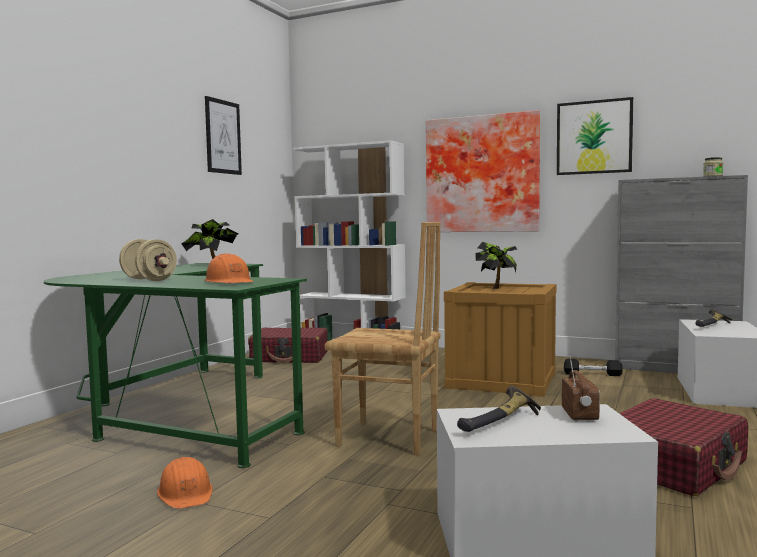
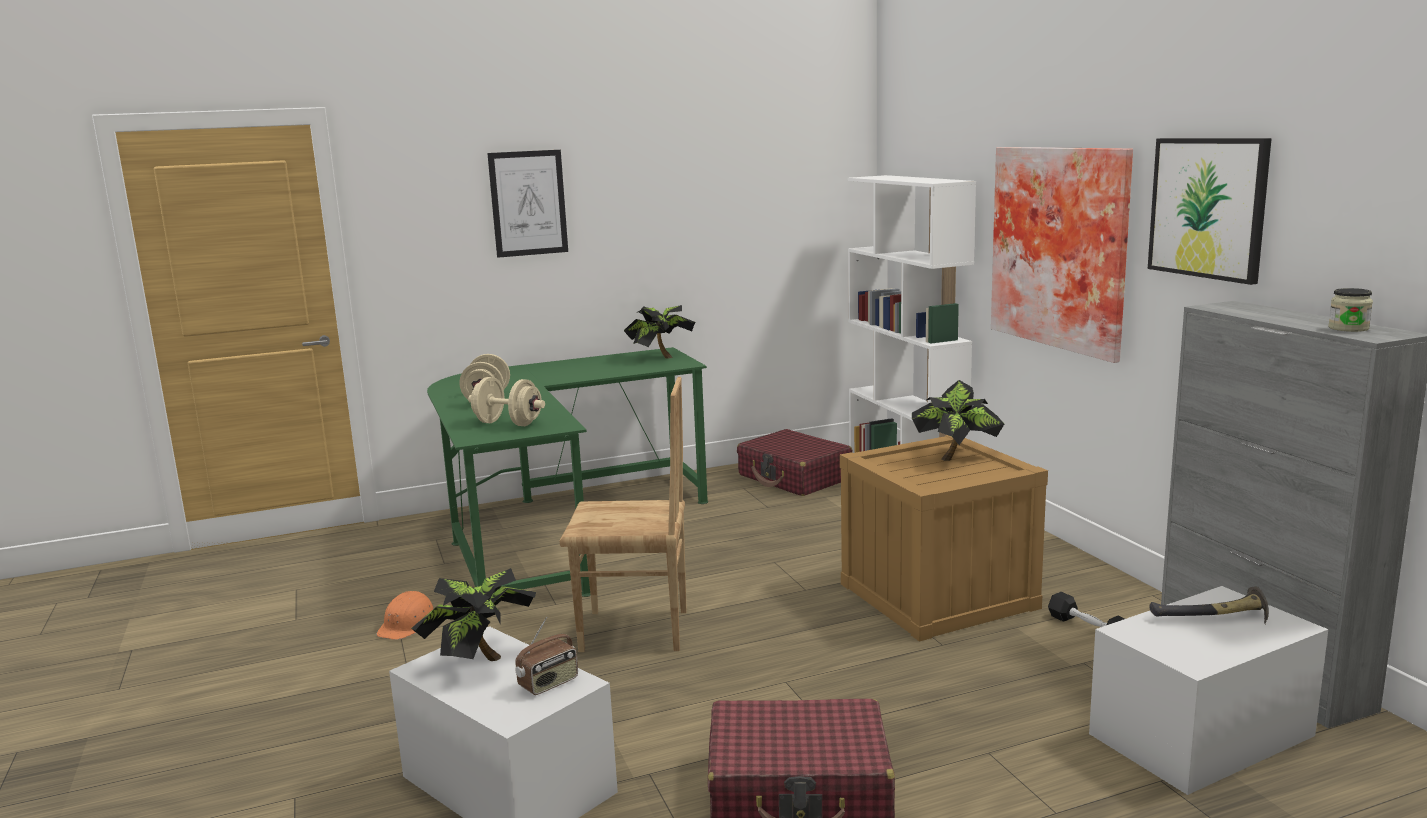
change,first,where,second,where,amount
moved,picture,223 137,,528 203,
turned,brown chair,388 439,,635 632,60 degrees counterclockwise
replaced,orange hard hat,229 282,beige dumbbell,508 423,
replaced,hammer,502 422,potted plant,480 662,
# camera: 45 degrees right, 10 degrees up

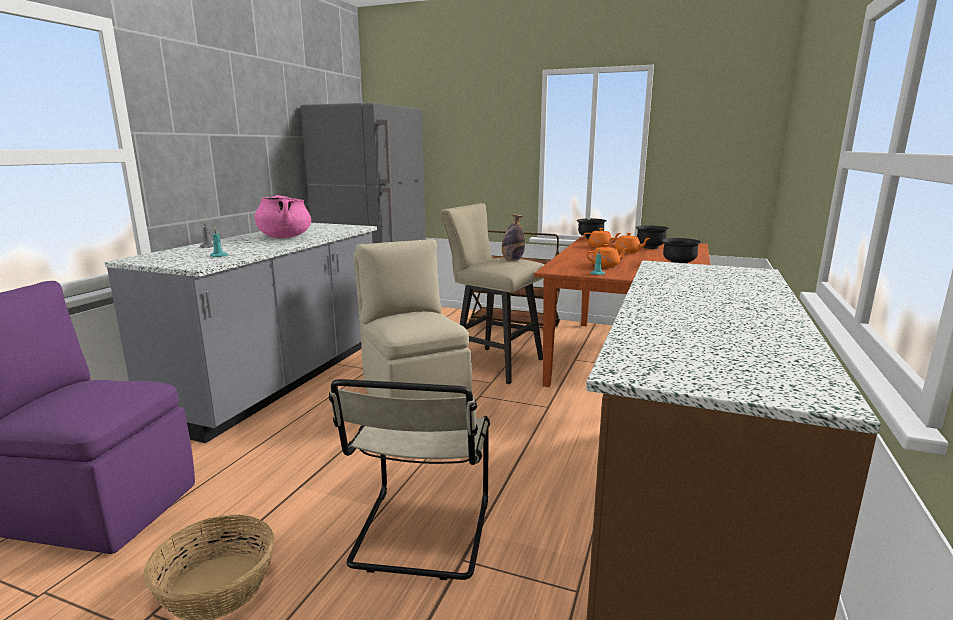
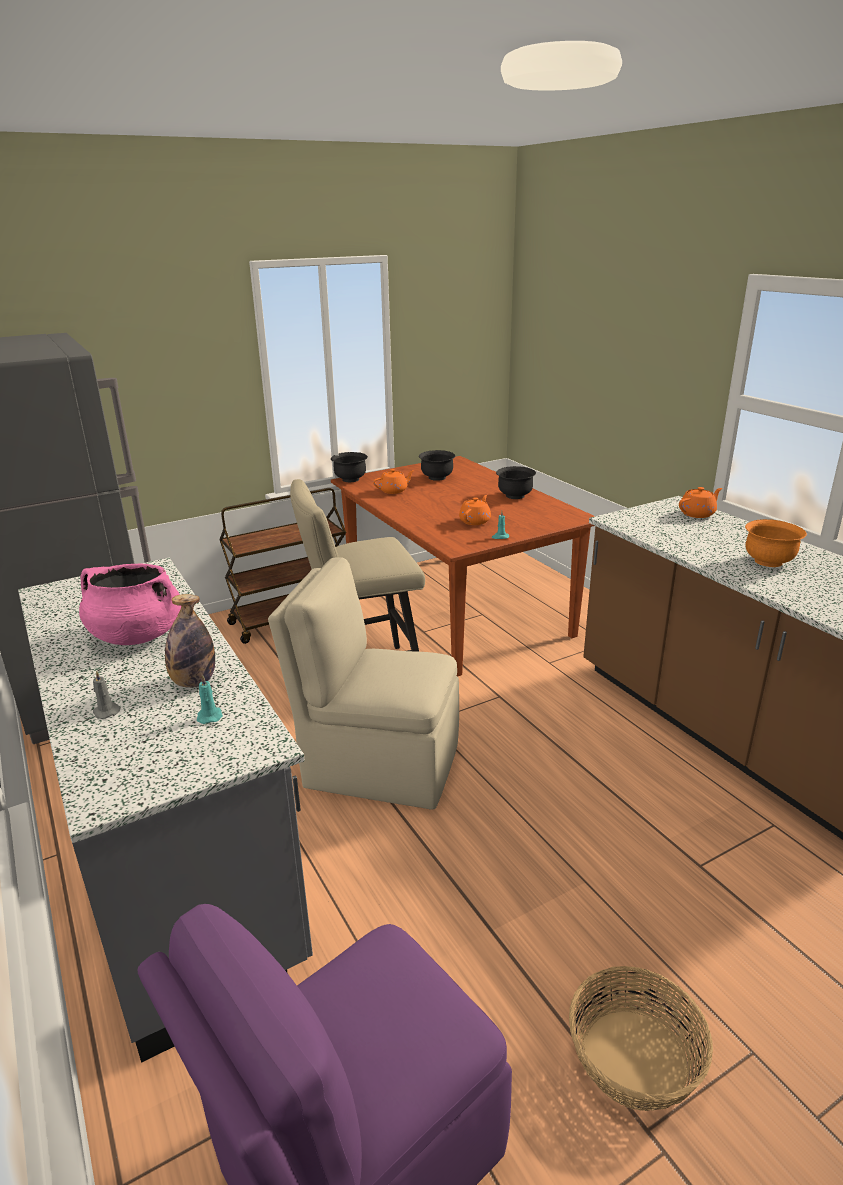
change,first,where,second,where,amount
moved,bottle,512 259,,194 682,
moved,orange teapot,628 252,,697 514,
removed,beige chair,420 535,,,
added,,,orange bowl,769 562,
# camera: 50 degrees left, 10 degrees up

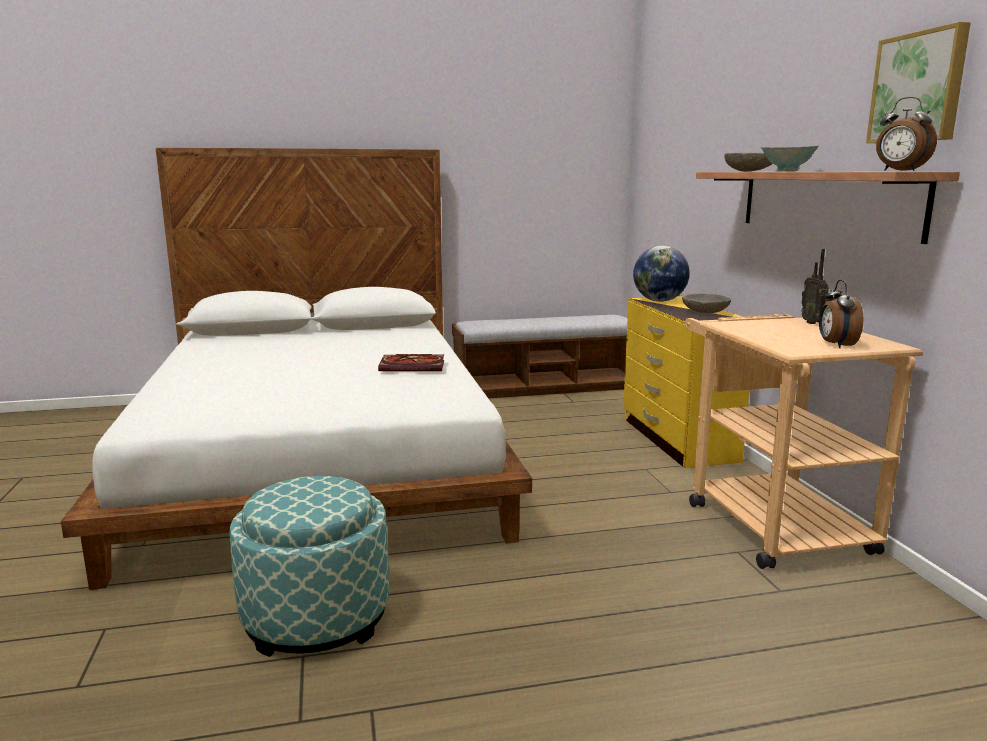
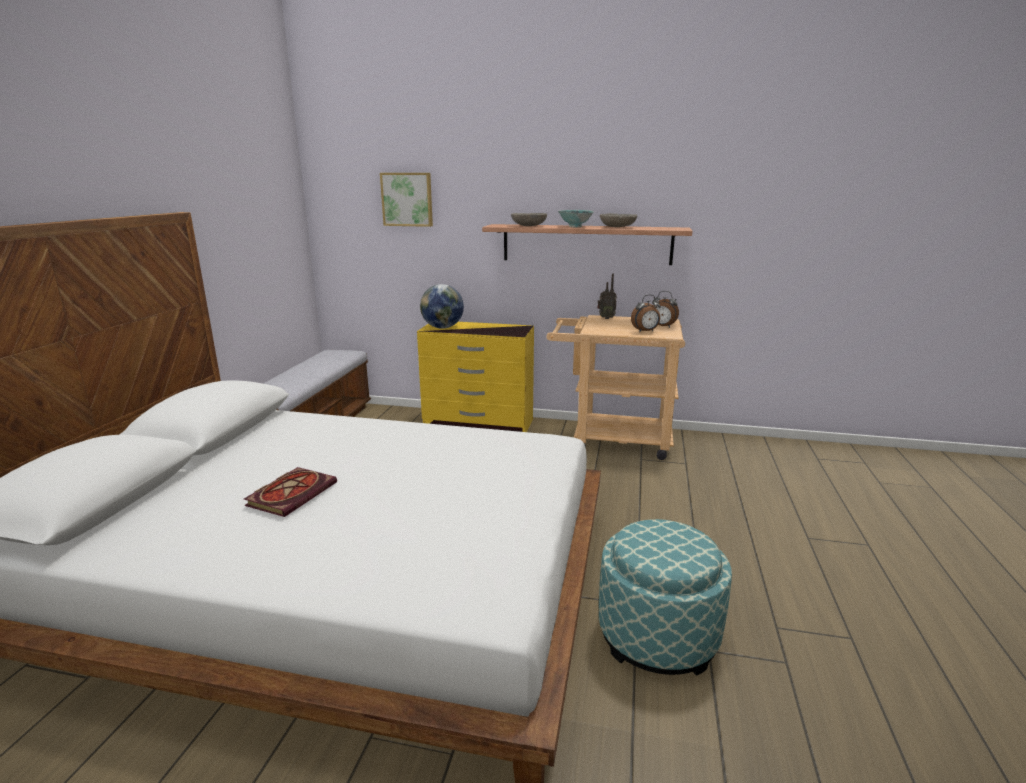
change,first,where,second,where,amount
moved,picture,919 87,,407 199,
moved,alarm clock,899 170,,645 331,
moved,grey bowl,705 312,,617 227,
moved,book,414 366,,292 493,
# camera: 65 degrees left, 5 degrees up

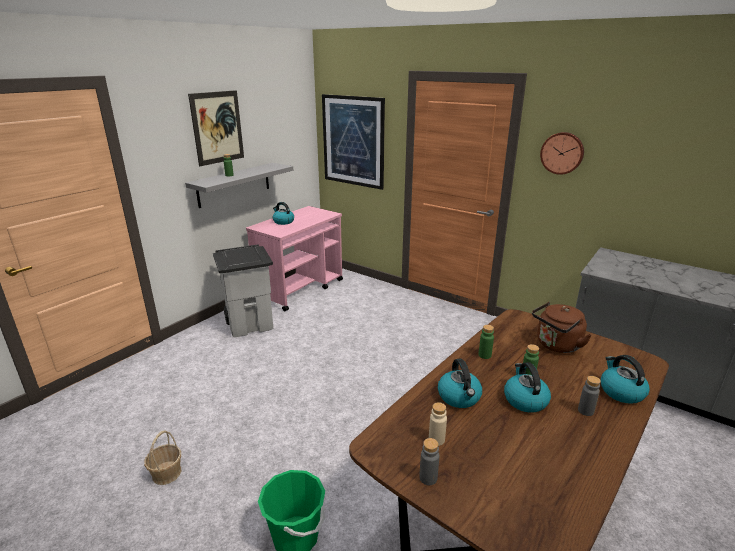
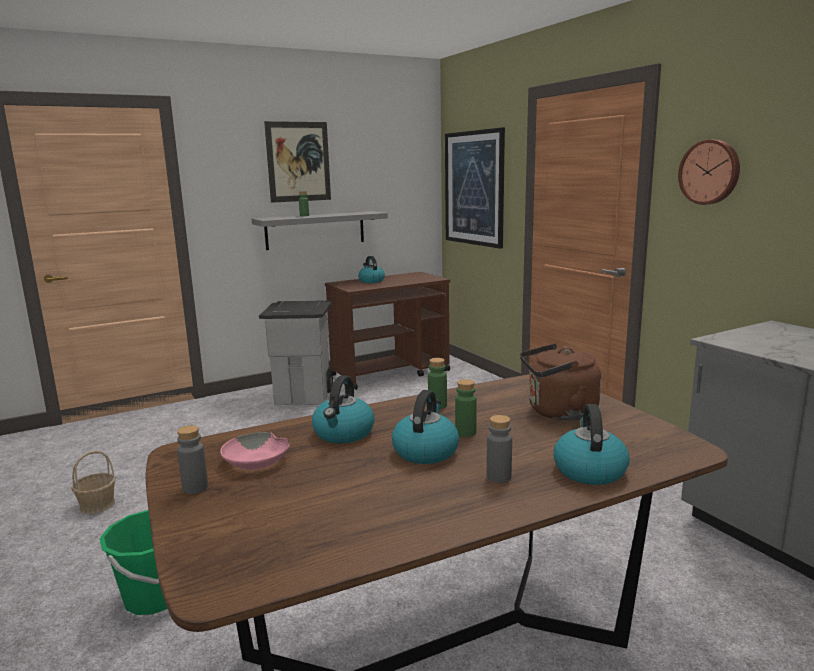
change,first,where,second,where,amount
recoloured,pink cart,300 289,brown cart,391 373,
replaced,beige bottle,436 439,pink bowl,257 461,
# camera: 25 degrees right, 10 degrees down

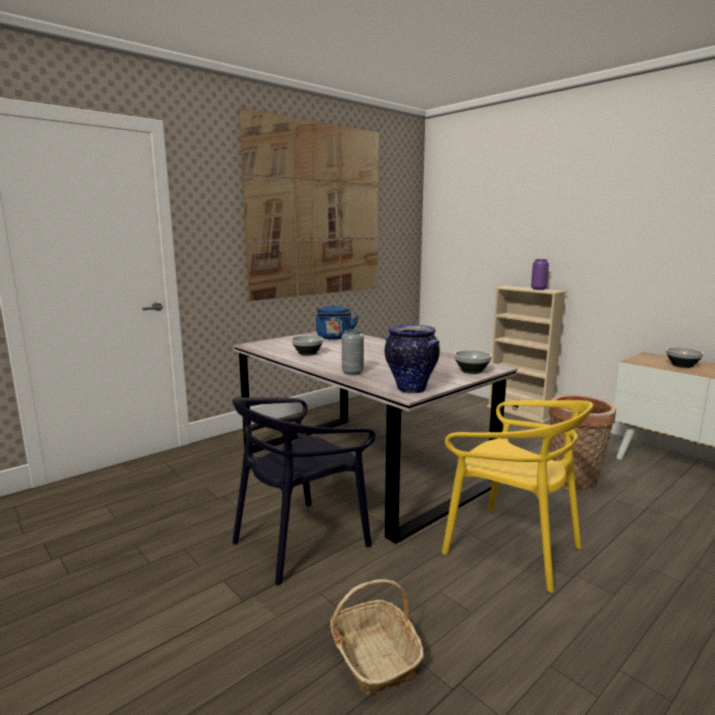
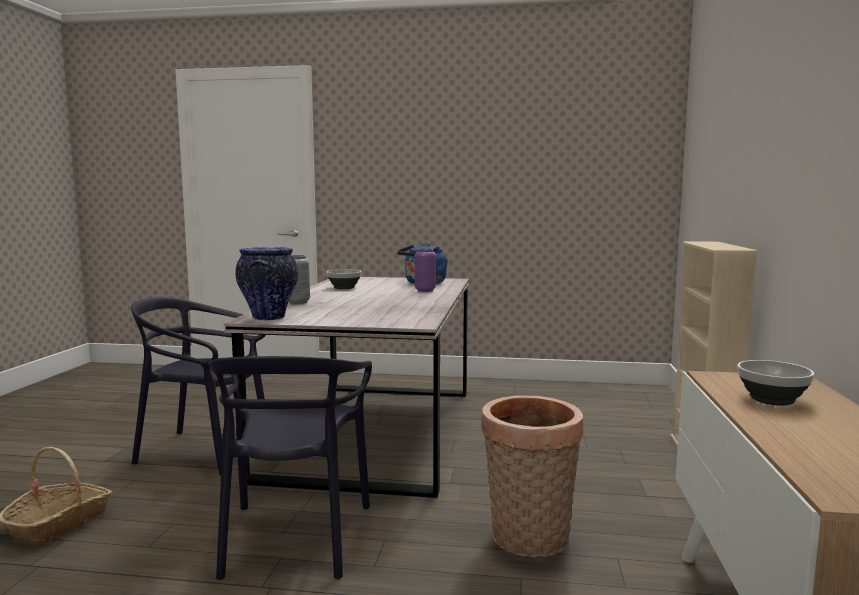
change,first,where,second,where,amount
removed,picture,317 211,,,
moved,purple vase,538 289,,425 290,
removed,bowl,471 371,,,
recoloured,yellow chair,511 547,black chair,294 538,
# camera: 50 degrees right, 5 degrees down

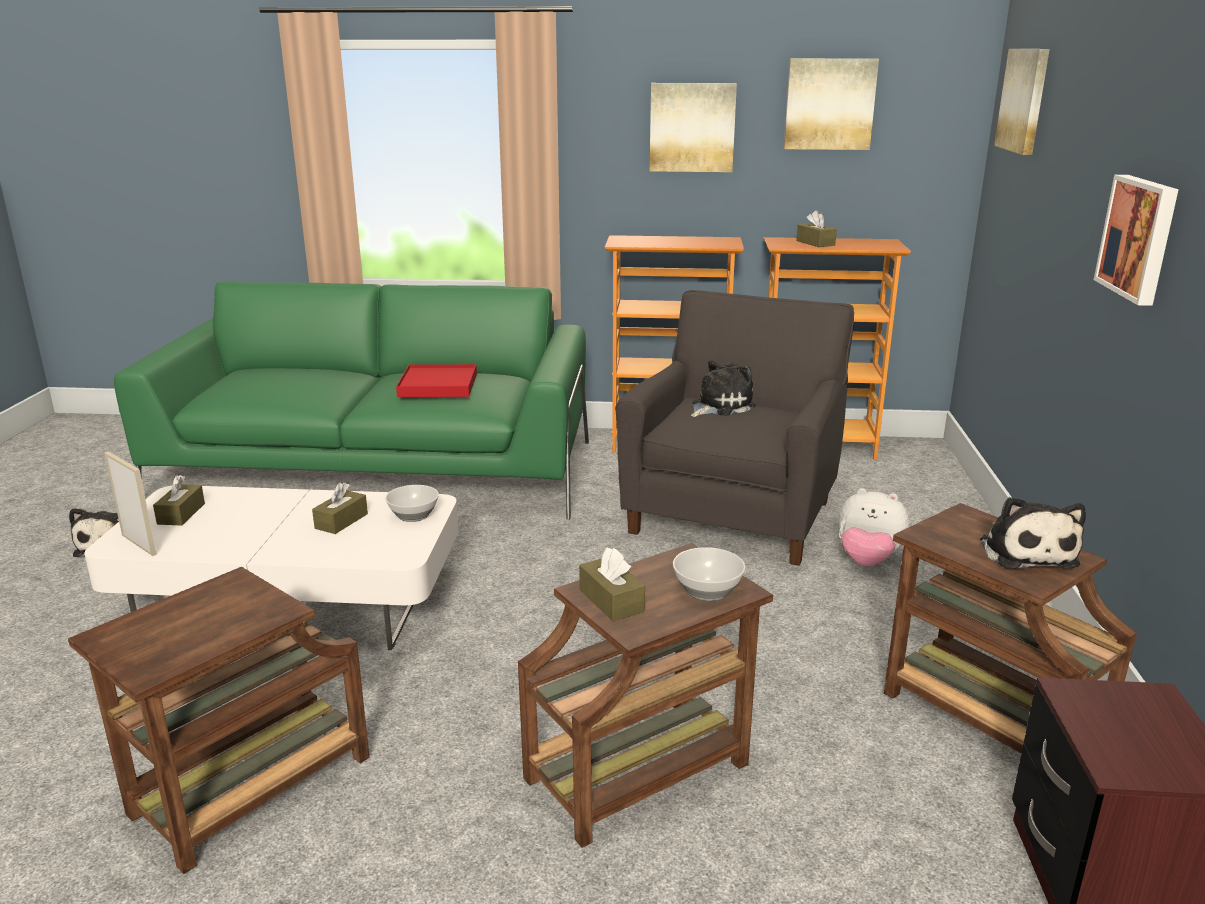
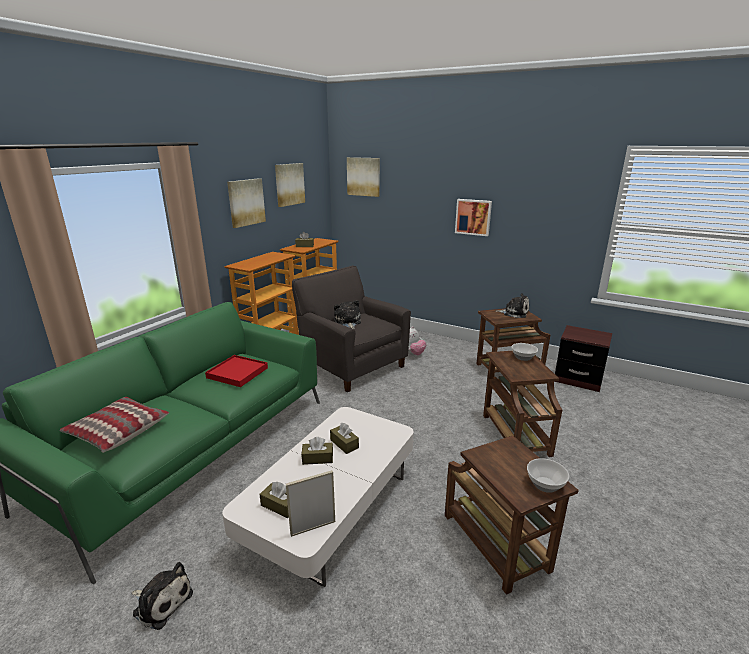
change,first,where,second,where,amount
moved,bowl,414 515,,544 484,
moved,brown tissue box,611 601,,317 458,
added,,,pillow,117 431,
# camera: 65 degrees left, 0 degrees up

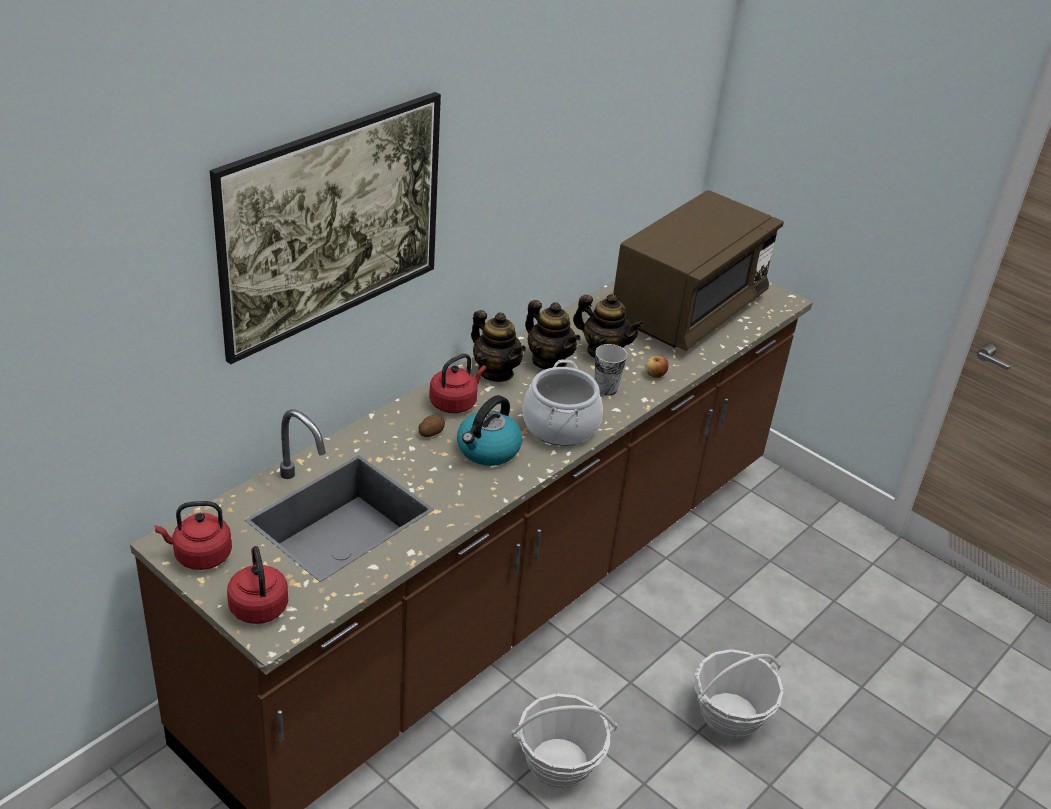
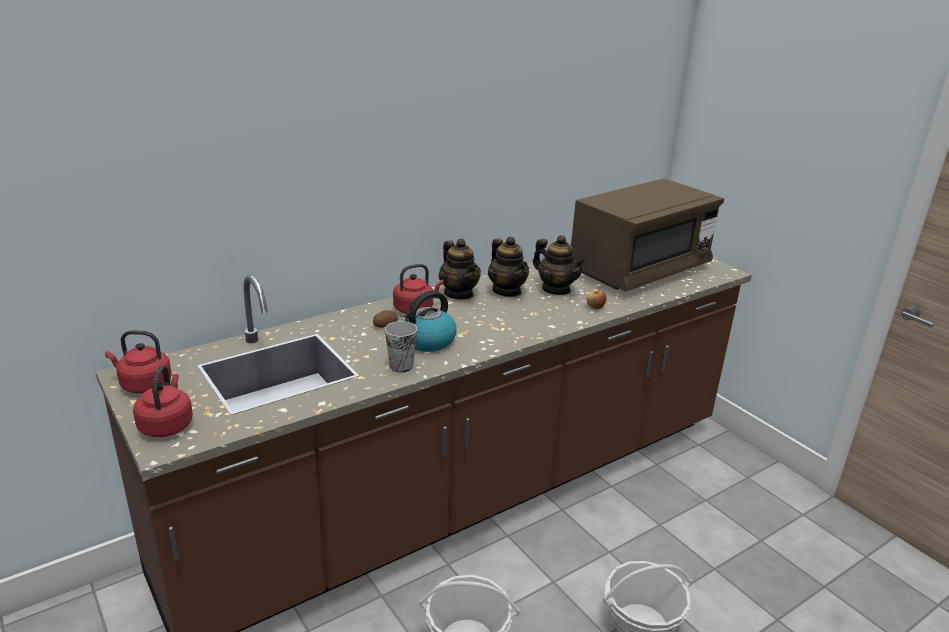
change,first,where,second,where,amount
removed,picture,333 268,,,
moved,cup,606 388,,401 366,
removed,cooking pot,561 426,,,
# camera: 15 degrees right, 10 degrees down

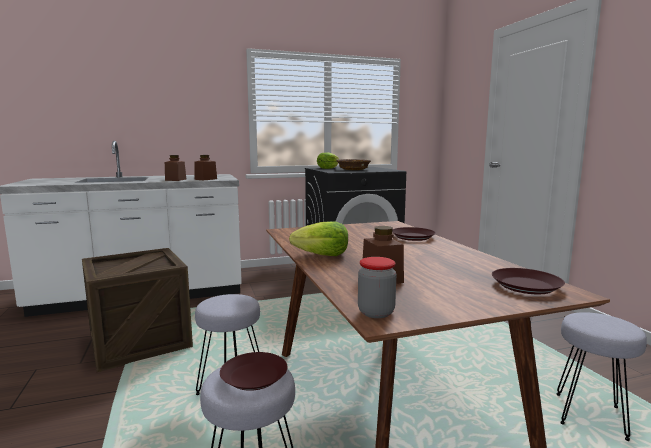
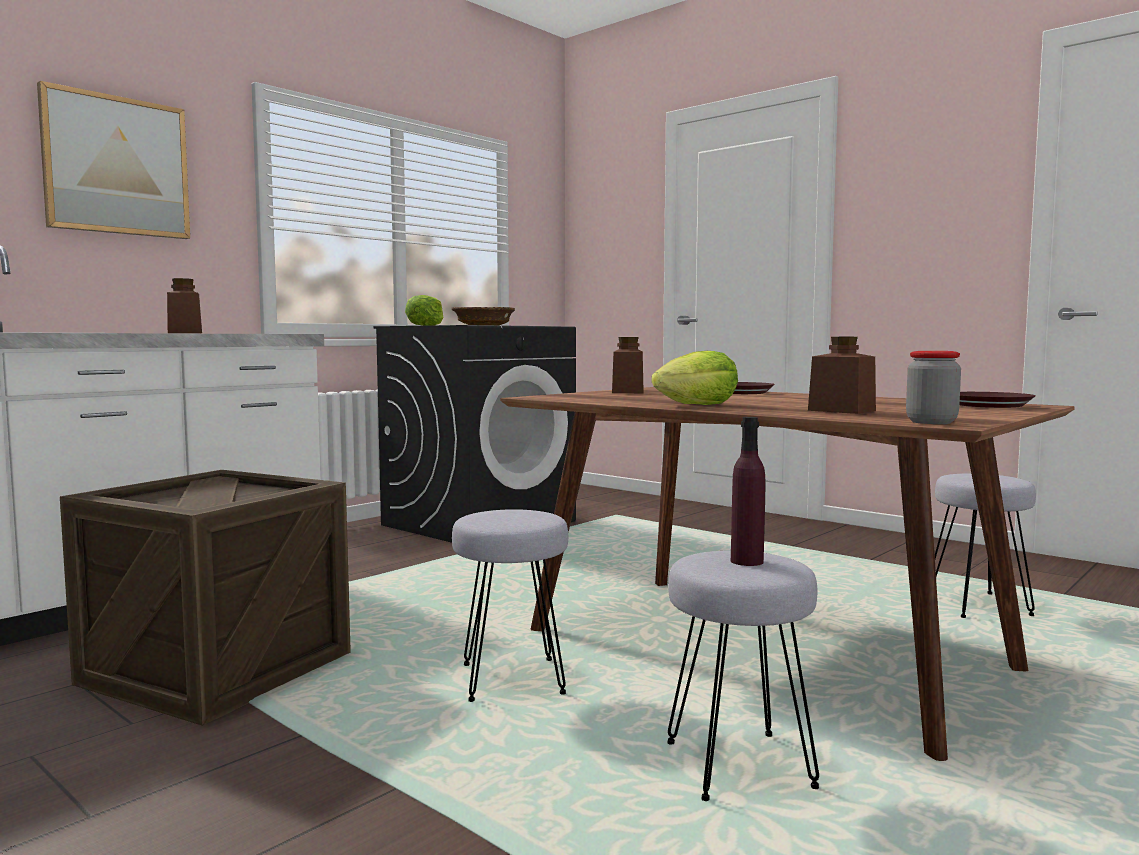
change,first,where,second,where,amount
moved,brown jar,205 179,,628 392,
replaced,brown plate,253 377,purple bottle,747 561,
added,,,picture,116 166,
# camera: 30 degrees left, 5 degrees down

